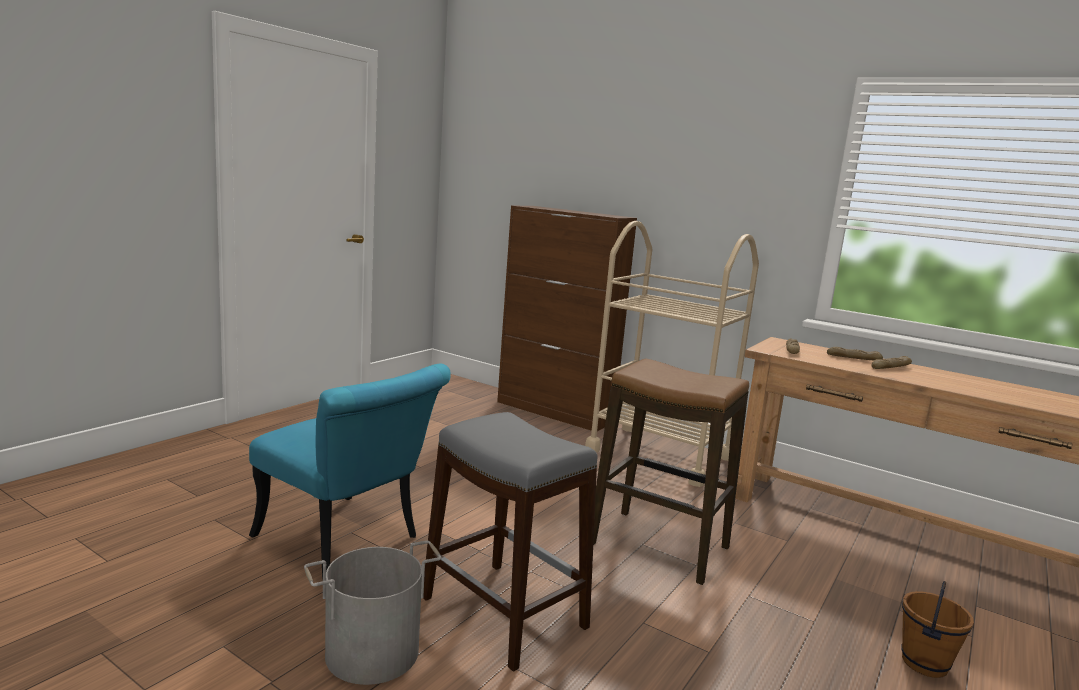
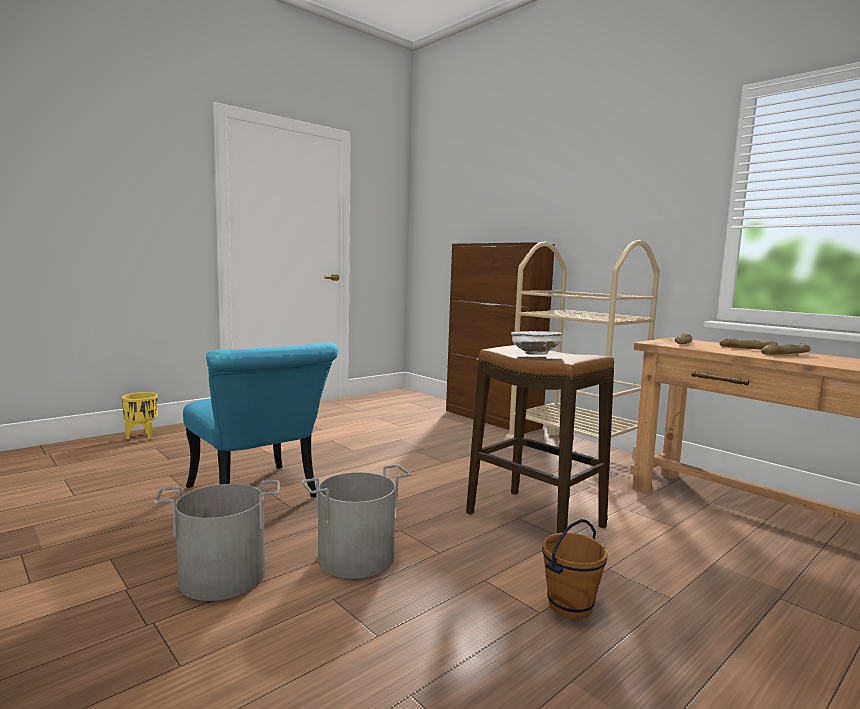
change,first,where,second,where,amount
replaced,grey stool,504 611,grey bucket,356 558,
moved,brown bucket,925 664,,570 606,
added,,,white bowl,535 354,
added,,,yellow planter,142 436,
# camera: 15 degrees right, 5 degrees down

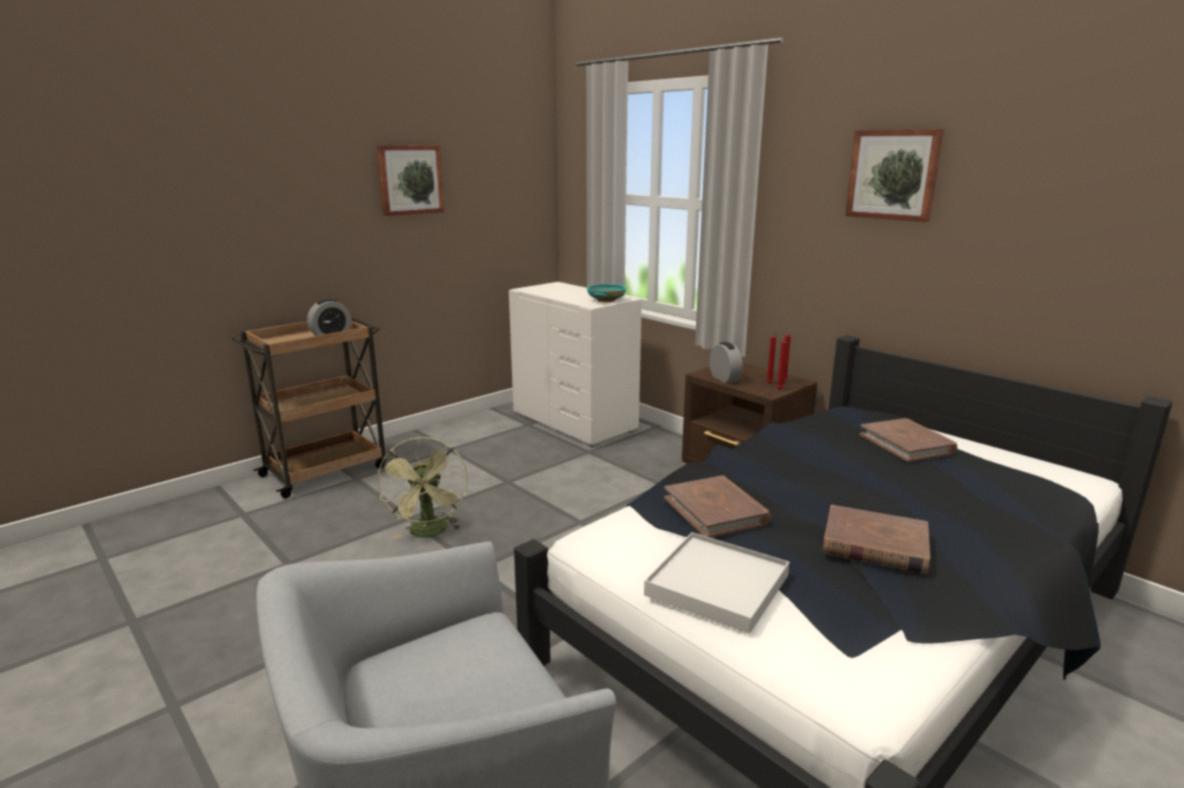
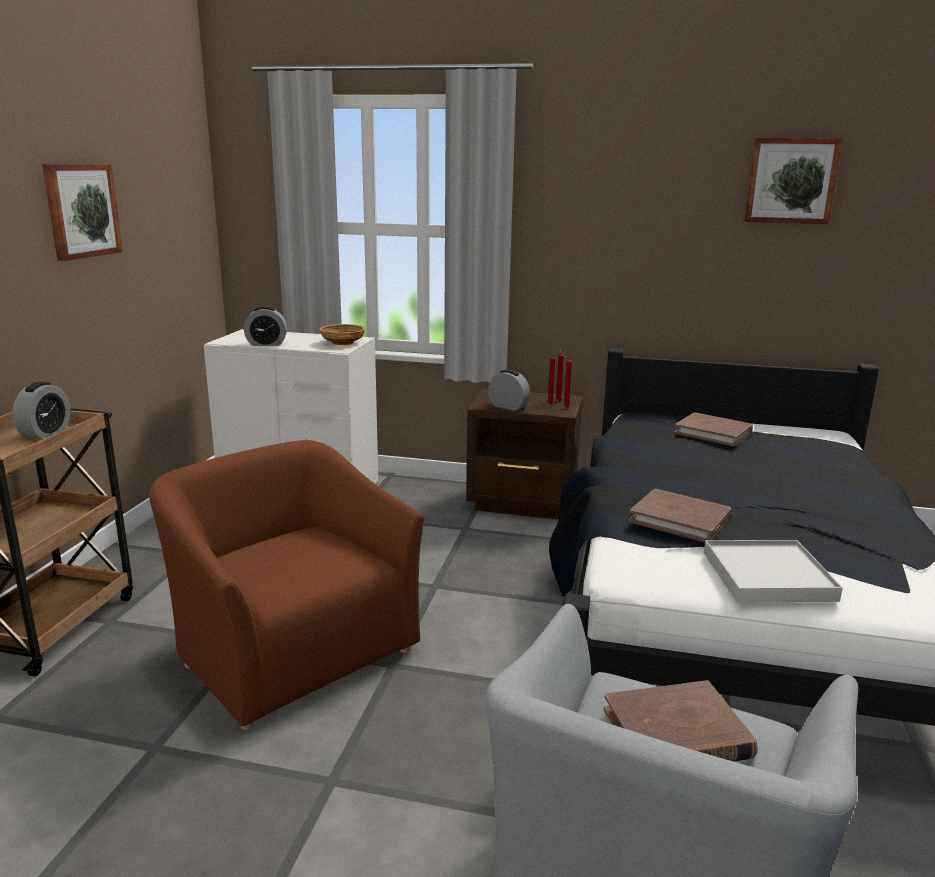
change,first,where,second,where,amount
moved,picture,893 175,,791 181,
recoloured,turquoise bowl,606 300,beige bowl,342 343,
replaced,green fan,429 533,brown armchair,292 650,
moved,brown book,875 544,,676 733,
added,,,alarm clock,266 344,
# camera: 35 degrees left, 0 degrees up

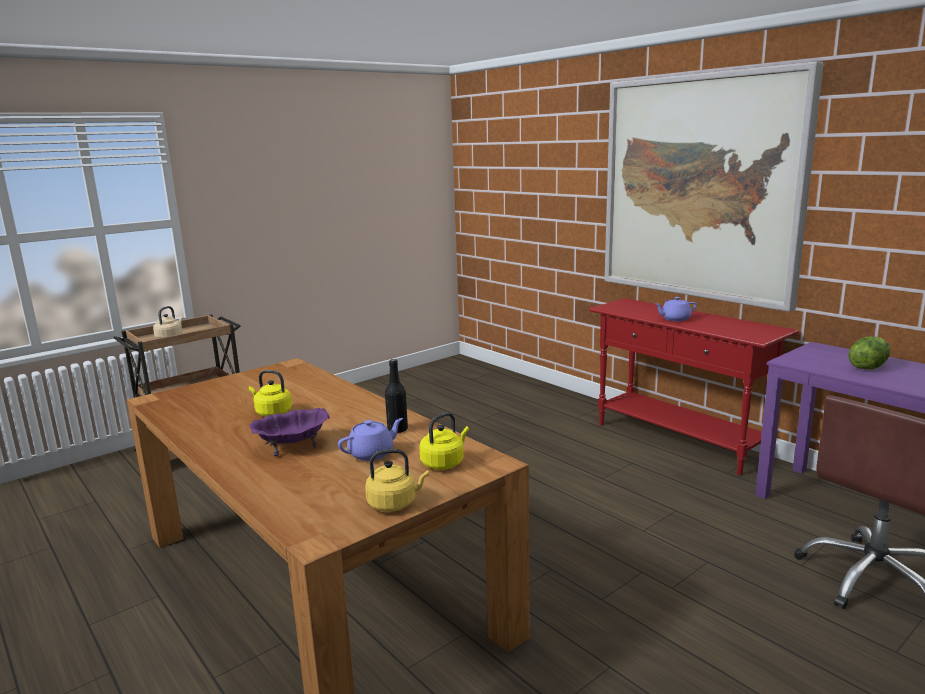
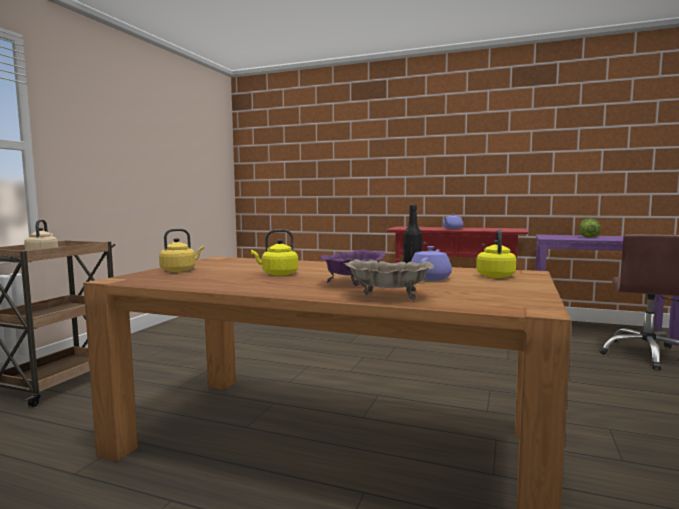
change,first,where,second,where,amount
removed,picture,700 188,,,
moved,yellow kettle,394 503,,180 270,
added,,,beige bowl,388 296,
# camera: 30 degrees left, 10 degrees down

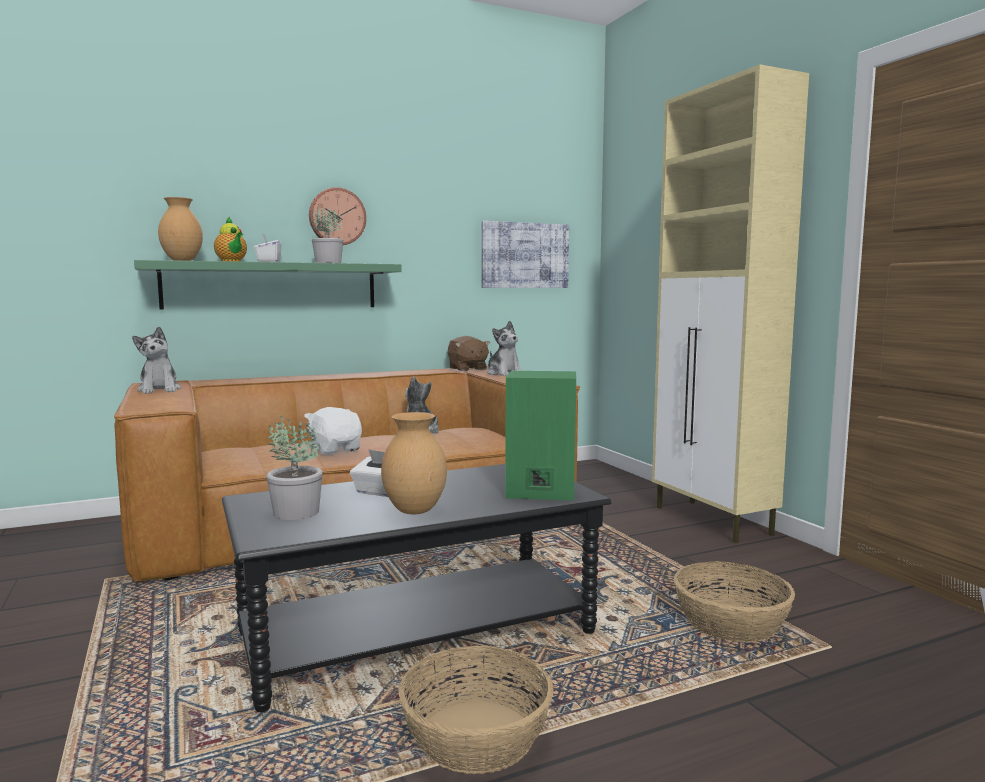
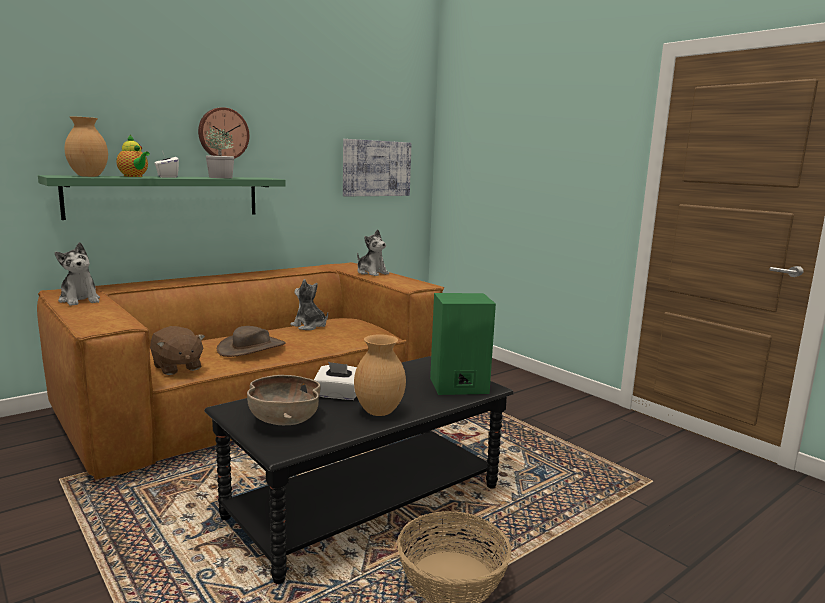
change,first,where,second,where,amount
removed,beige cabinet,713 521,,,
moved,brown plush toy,467 369,,177 367,
replaced,white plush toy,335 449,brown hat,252 348,
replaced,potted plant,295 512,brown bowl,284 421,
removed,basket,730 623,,,
# camera: 15 degrees left, 5 degrees up

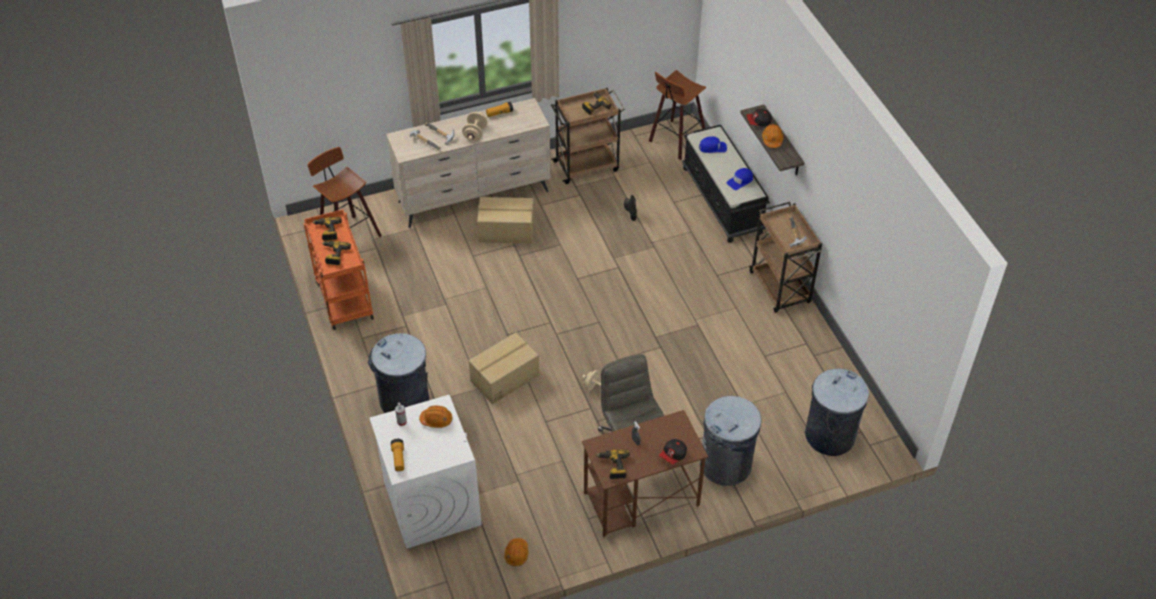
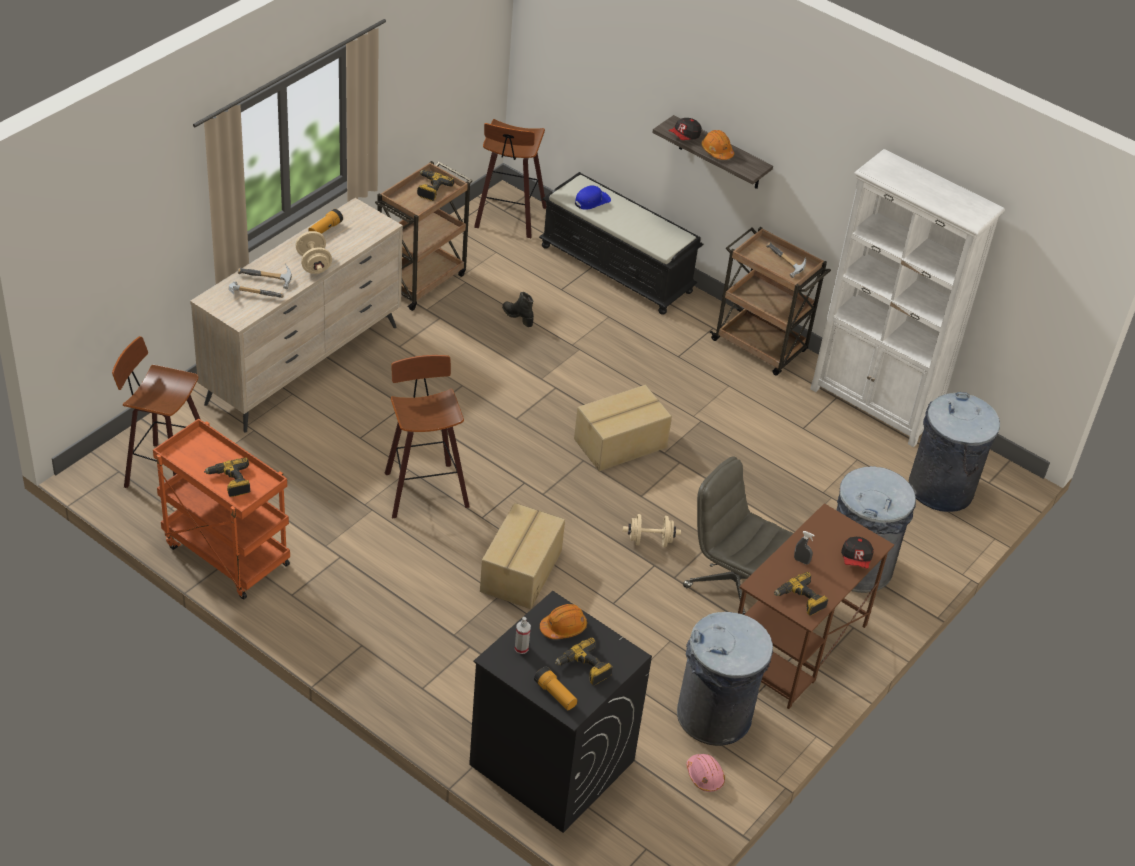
change,first,where,second,where,amount
removed,blue cap,740 181,,,
moved,cardboard box,506 231,,621 444,
moved,power drill,327 231,,584 668,
moved,grey trash can,404 401,,714 716,
recoloured,white washing machine,431 503,black washing machine,550 762,
recoloured,orange hard hat,516 554,pink hard hat,704 776,
added,,,white bookcase,874 406,
added,,,stool,423 488,
# camera: 35 degrees left, 5 degrees down

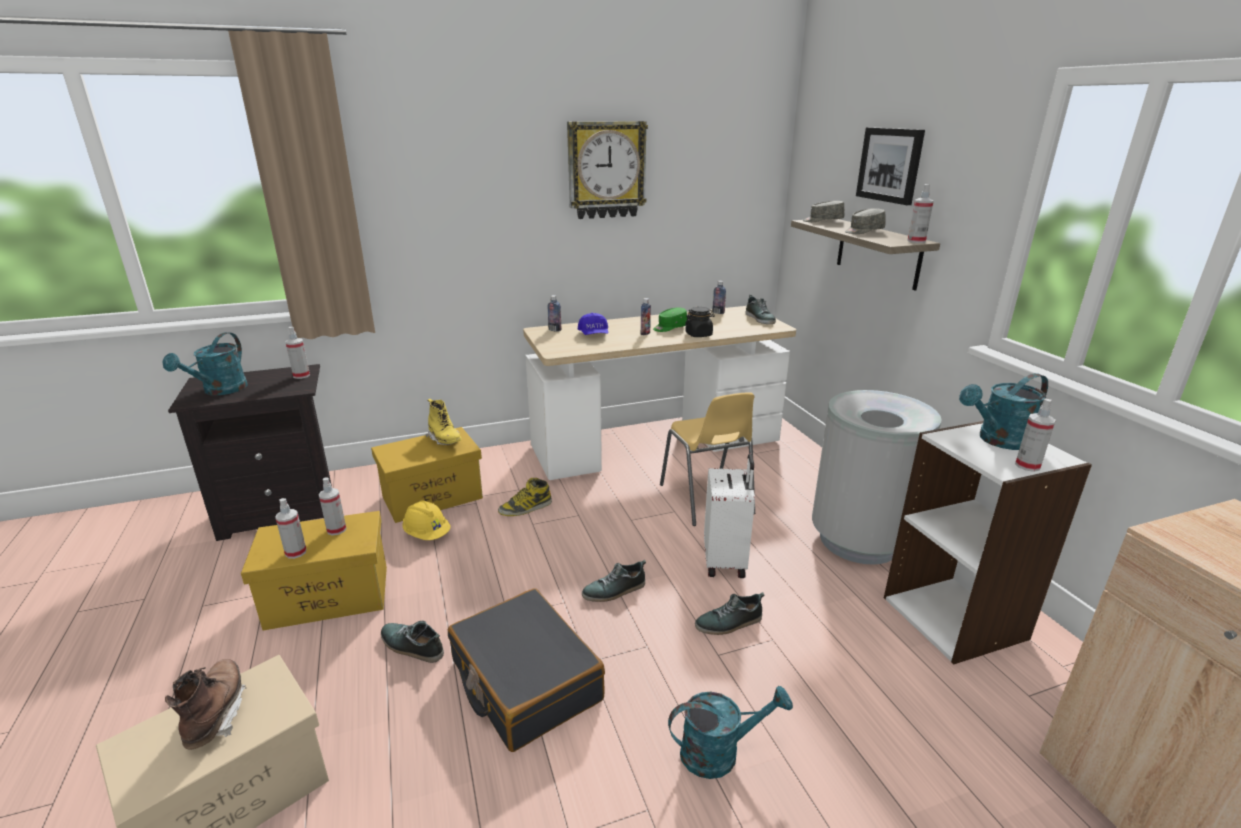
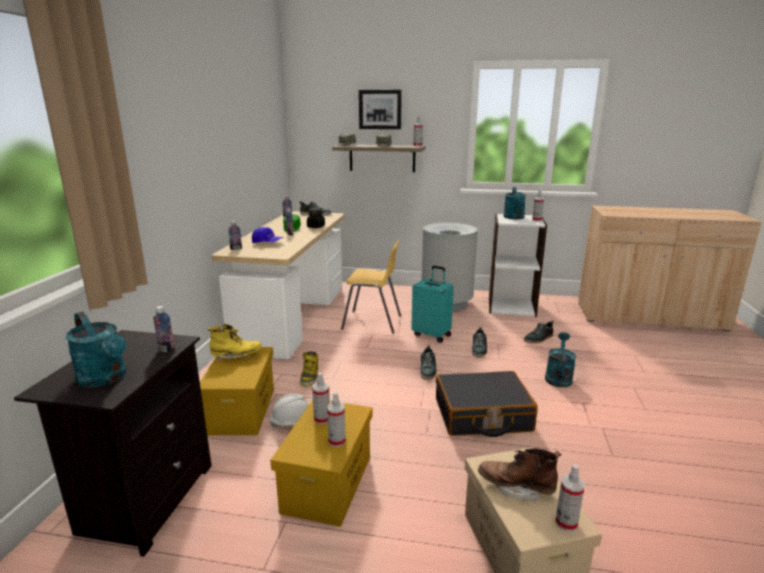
change,first,where,second,where,amount
removed,wall clock,606 170,,,
moved,spray bottle,301 375,,566 523,
recoloured,white suitcase,726 561,turquoise suitcase,432 335,
recoloured,yellow hard hat,427 534,white hard hat,293 422,
moved,shoe,411 646,,539 338,
added,,,bottle,166 349,
# camera: 60 degrees left, 5 degrees down

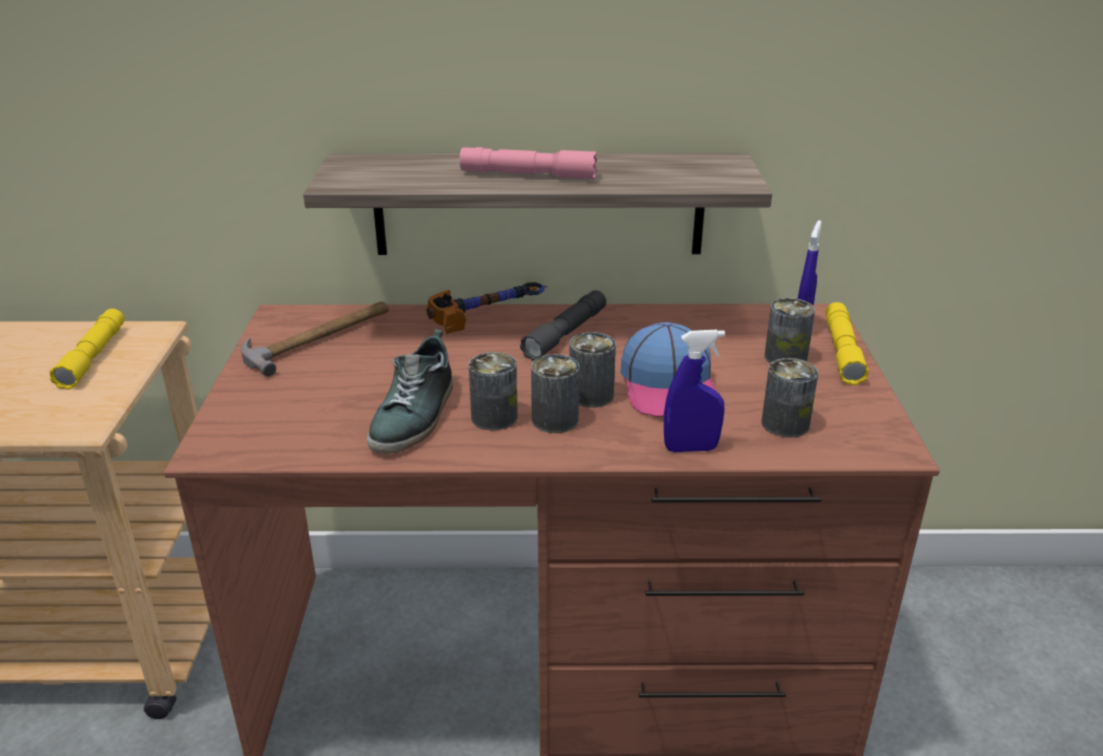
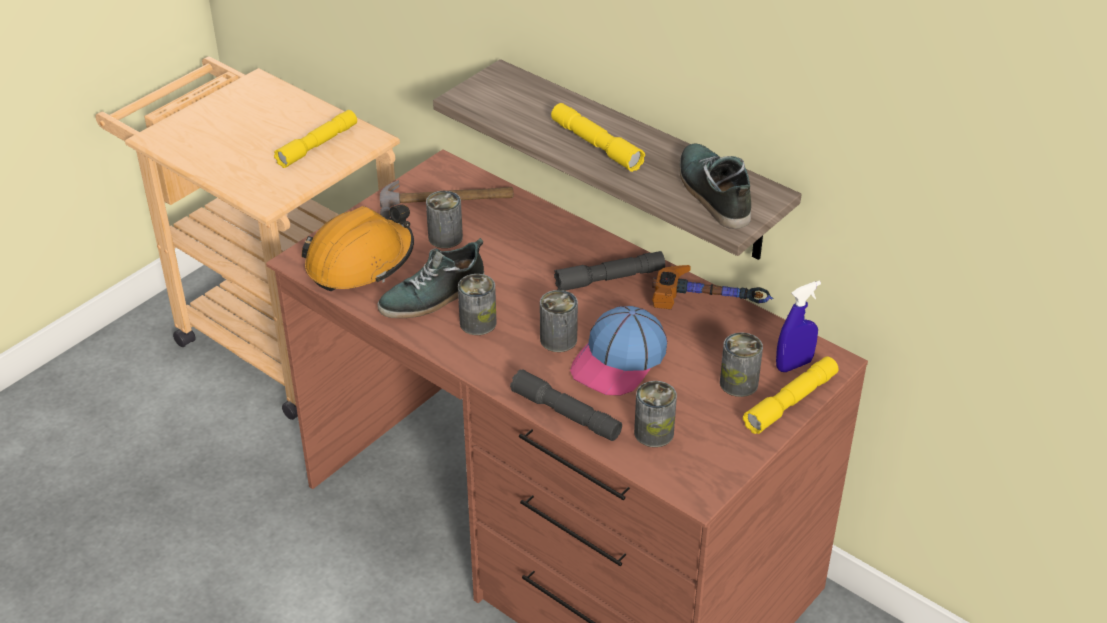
change,first,where,second,where,amount
recoloured,pink flashlight,528 175,yellow flashlight,596 145,
moved,hammer,488 313,,711 300,
replaced,blue spray bottle,690 448,grey flashlight,566 414,
moved,can,555 420,,445 237,
added,,,shoe,712 192,
added,,,orange hard hat,360 261,
# camera: 40 degrees right, 10 degrees up

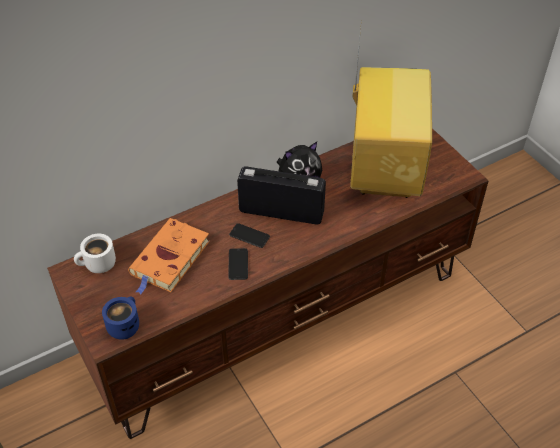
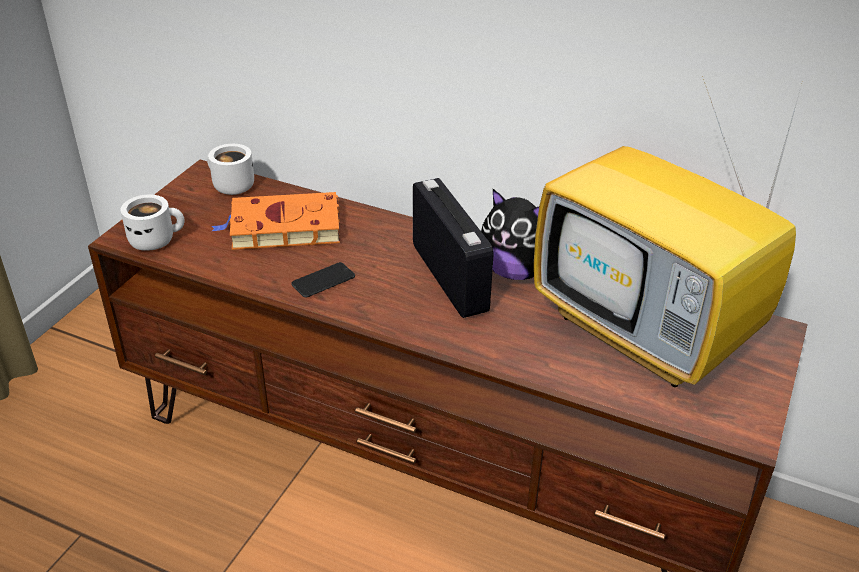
change,first,where,second,where,amount
turned,television,383 166,,648 333,75 degrees clockwise
removed,phone,249 236,,,
recoloured,blue mug,123 325,white mug,156 239,
# camera: 55 degrees right, 10 degrees down

